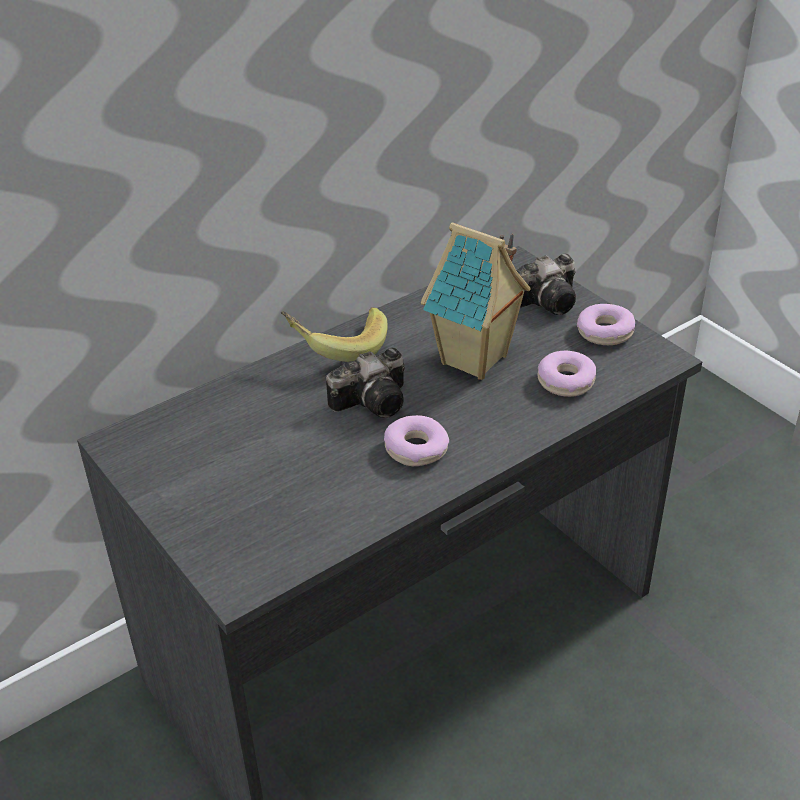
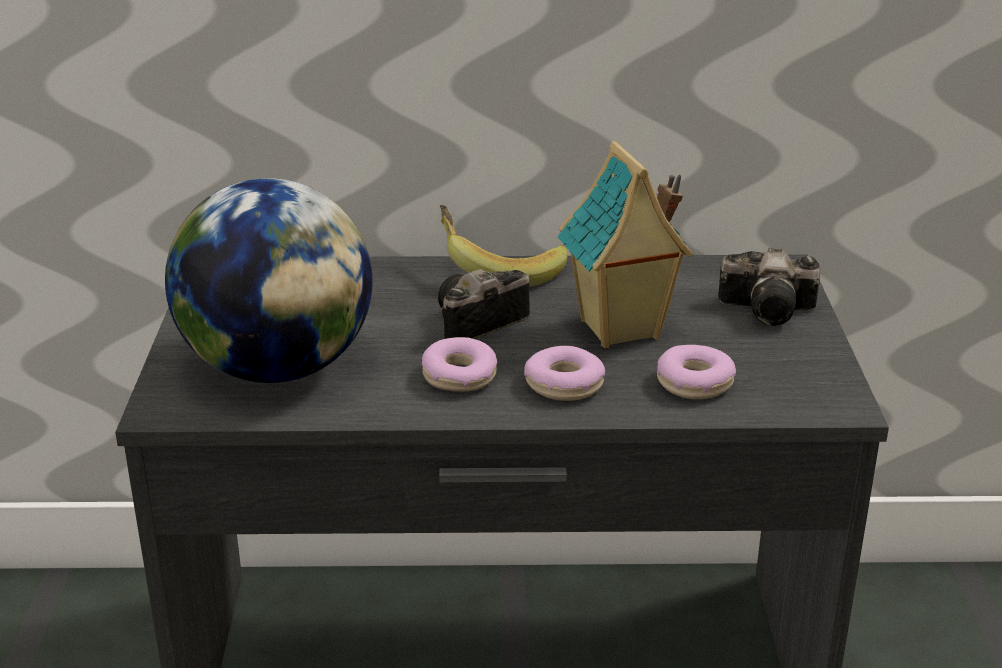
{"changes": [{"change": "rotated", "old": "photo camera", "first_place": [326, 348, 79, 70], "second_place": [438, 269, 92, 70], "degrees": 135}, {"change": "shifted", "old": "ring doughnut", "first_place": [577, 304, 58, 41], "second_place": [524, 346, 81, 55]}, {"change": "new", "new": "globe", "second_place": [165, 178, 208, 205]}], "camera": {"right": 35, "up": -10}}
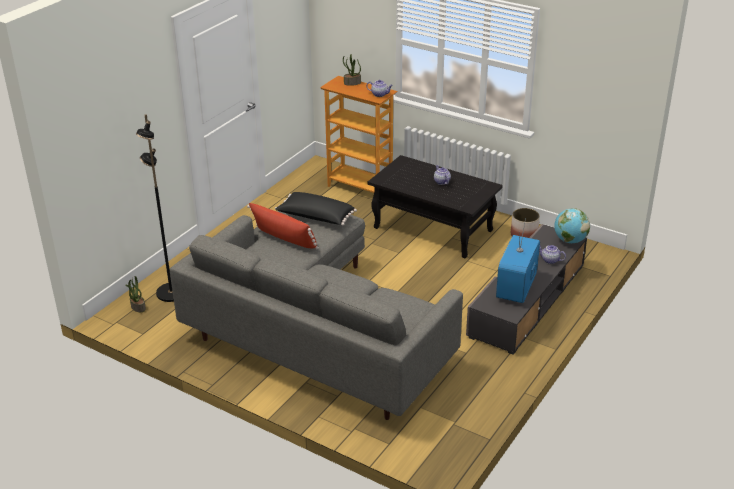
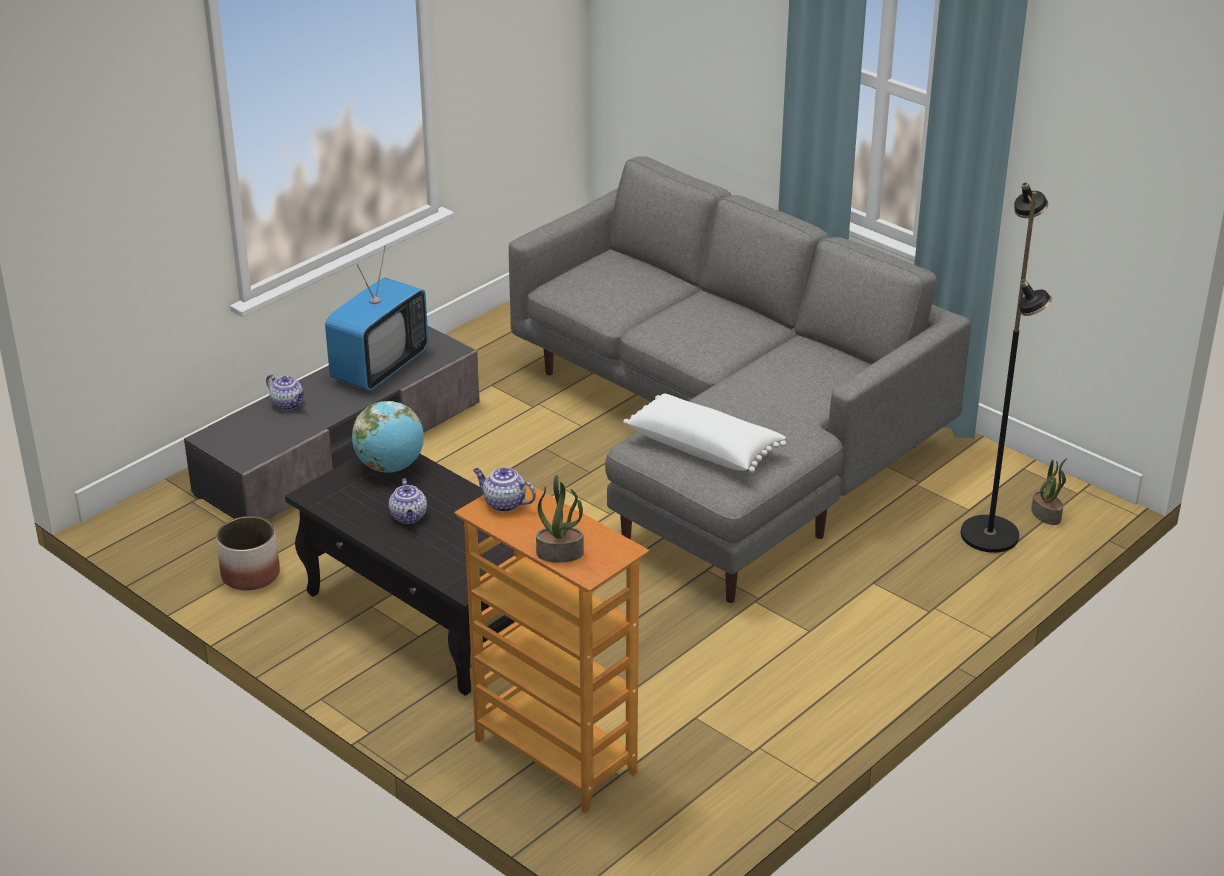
{"changes": [{"change": "gone", "old": "throw pillow (red-coloured)", "first_place": [247, 203, 72, 47]}, {"change": "repainted", "old": "throw pillow (blackish)", "new": "throw pillow (white-coloured)", "first_place": [275, 192, 82, 34], "second_place": [623, 394, 163, 79]}, {"change": "shifted", "old": "globe", "first_place": [554, 208, 36, 35], "second_place": [352, 401, 72, 72]}], "camera": {"right": -170, "up": 0}}
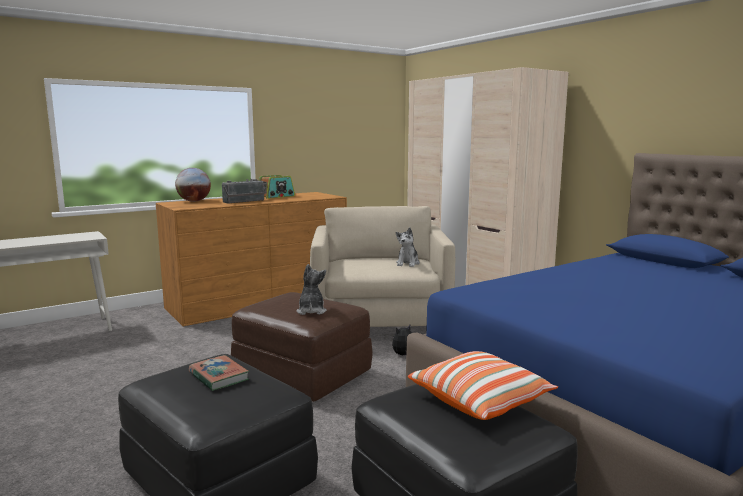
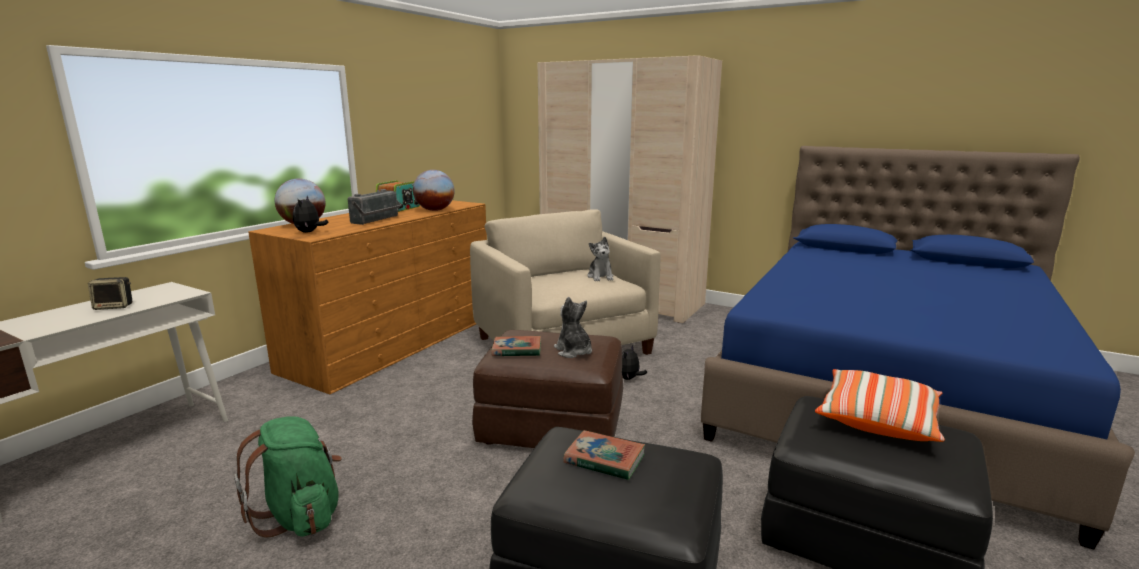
{"changes": [{"change": "new", "new": "loudspeaker", "second_place": [88, 277, 45, 33]}, {"change": "new", "new": "backpack (green-coloured)", "second_place": [234, 416, 108, 121]}, {"change": "new", "new": "plush toy", "second_place": [293, 196, 36, 37]}, {"change": "new", "new": "globe", "second_place": [413, 170, 42, 41]}, {"change": "new", "new": "book", "second_place": [491, 336, 50, 20]}], "camera": {"right": -25, "up": 5}}
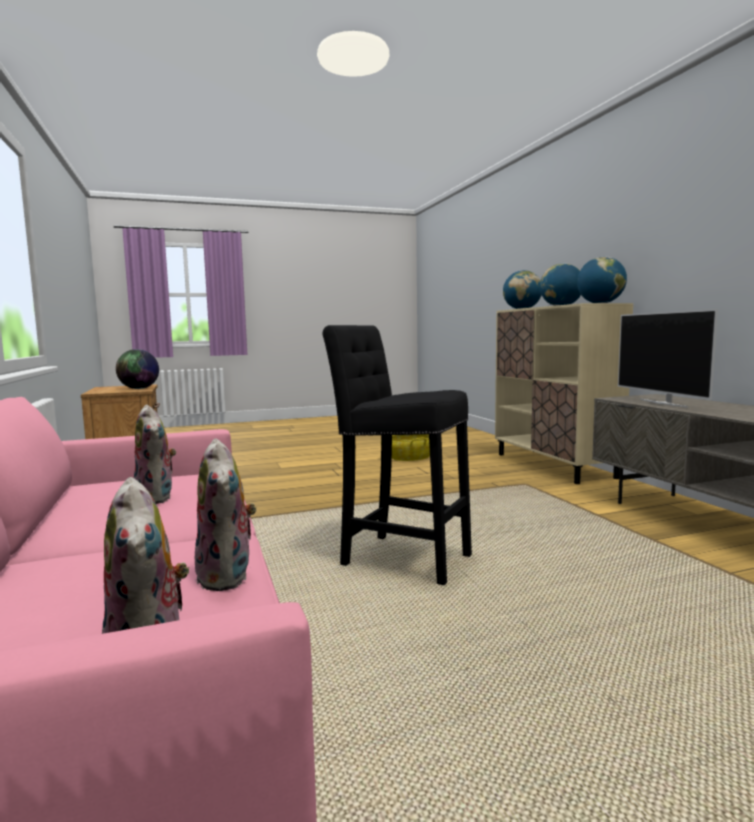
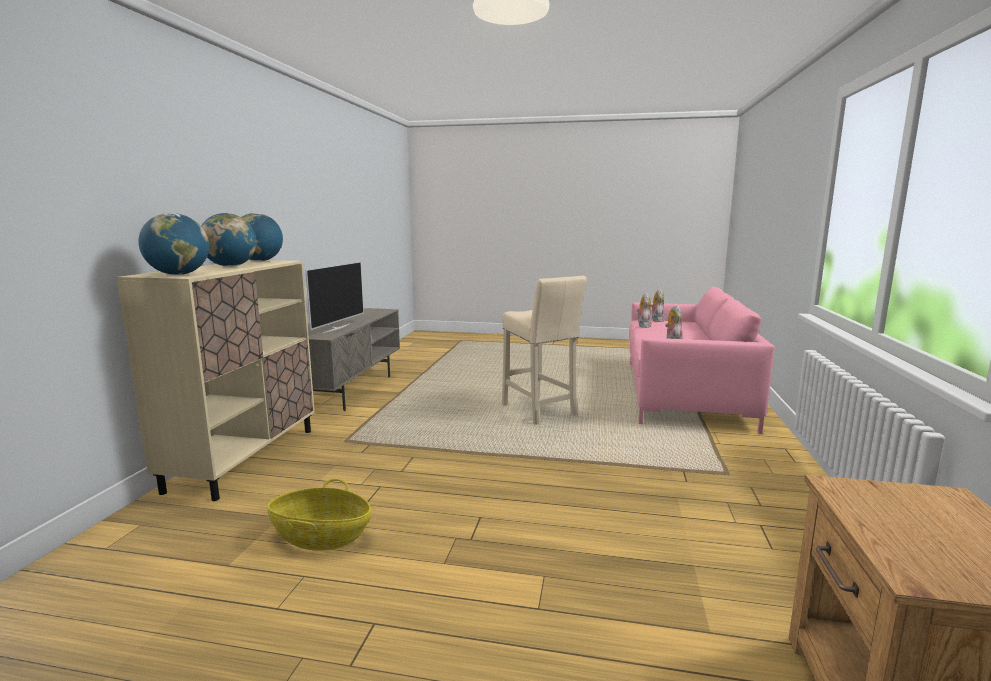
{"changes": [{"change": "gone", "old": "globe", "first_place": [116, 349, 43, 40]}, {"change": "repainted", "old": "stool seat (blackish)", "new": "stool seat (sand-coloured)", "first_place": [322, 325, 150, 260], "second_place": [502, 276, 85, 149]}], "camera": {"right": -150, "up": 5}}
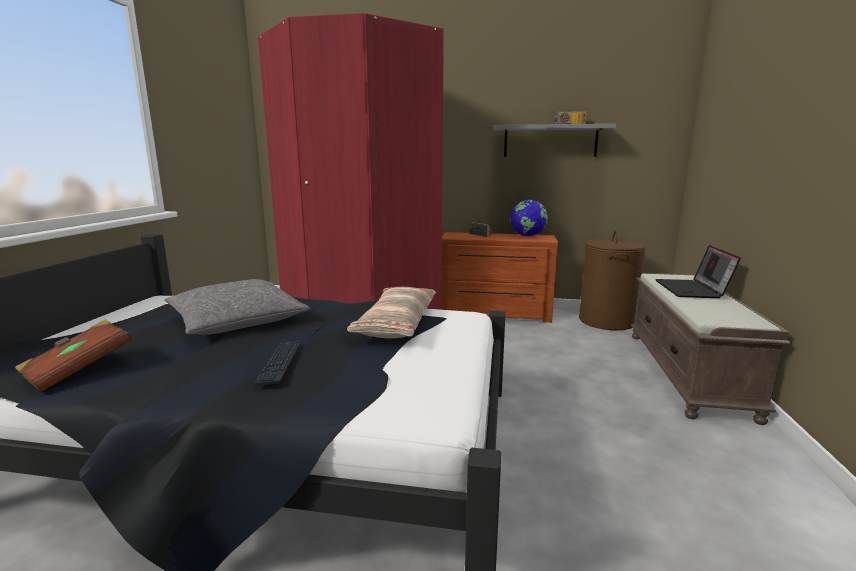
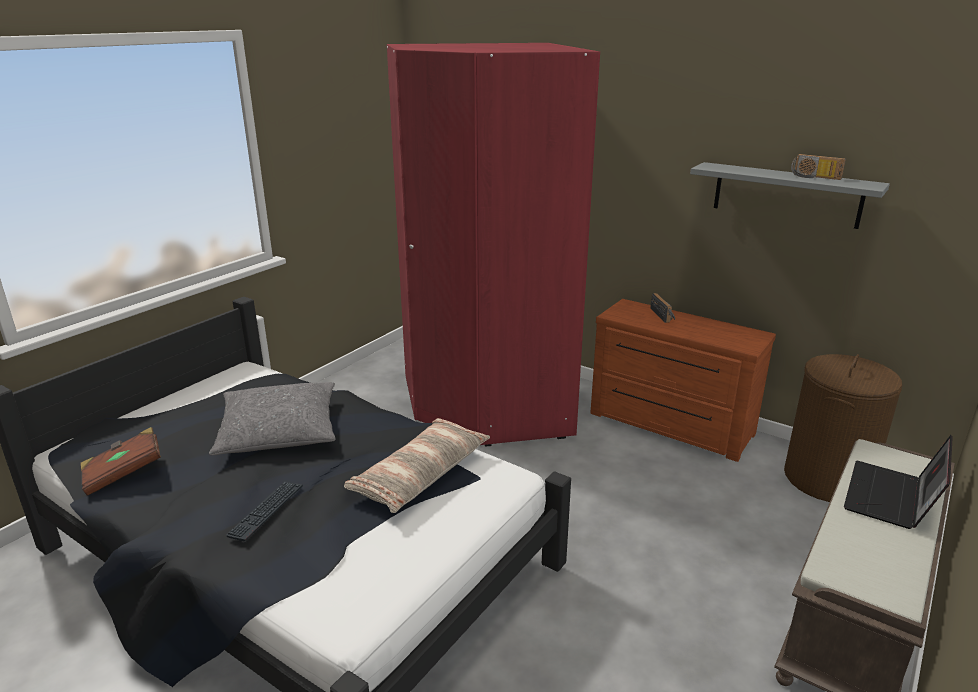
{"changes": [{"change": "gone", "old": "globe", "first_place": [510, 199, 38, 37]}], "camera": {"right": 25, "up": 10}}
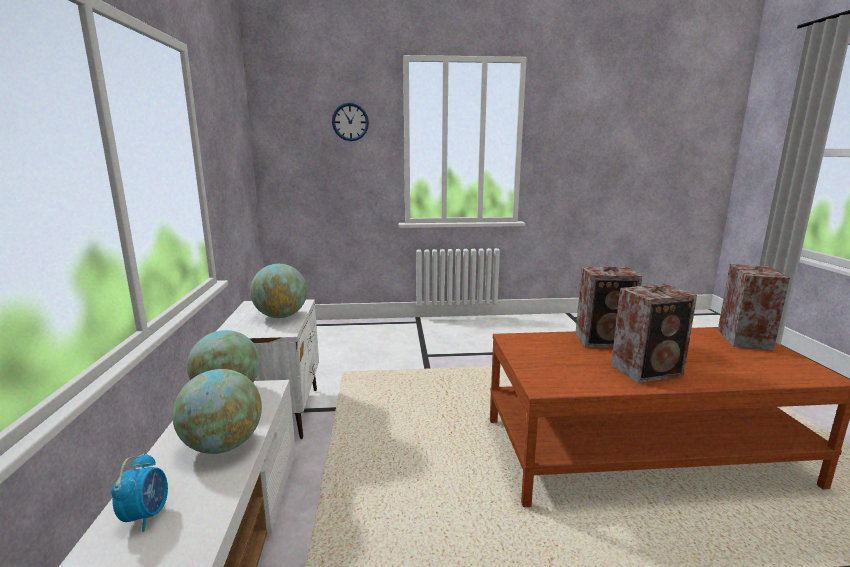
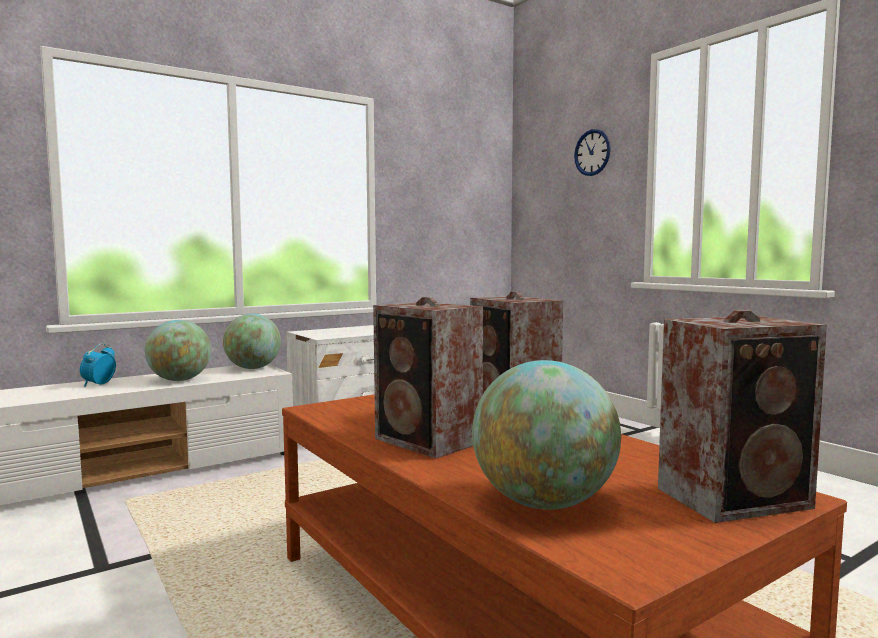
{"changes": [{"change": "rotated", "old": "table clock", "first_place": [111, 452, 57, 80], "second_place": [80, 343, 36, 44], "degrees": 135}, {"change": "shifted", "old": "globe", "first_place": [250, 264, 57, 54], "second_place": [472, 360, 149, 150]}], "camera": {"right": 60, "up": -10}}
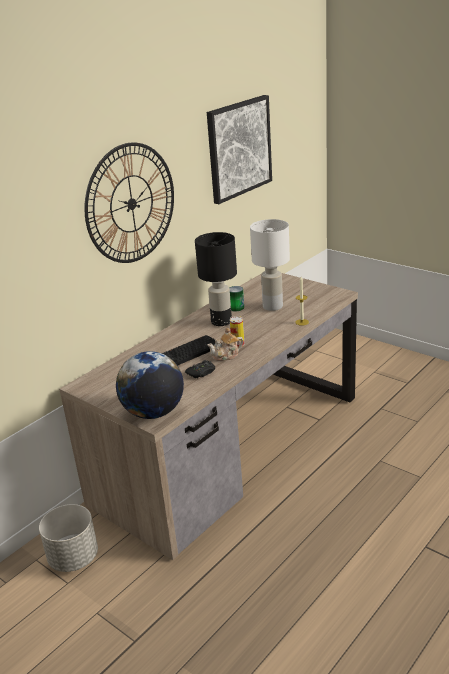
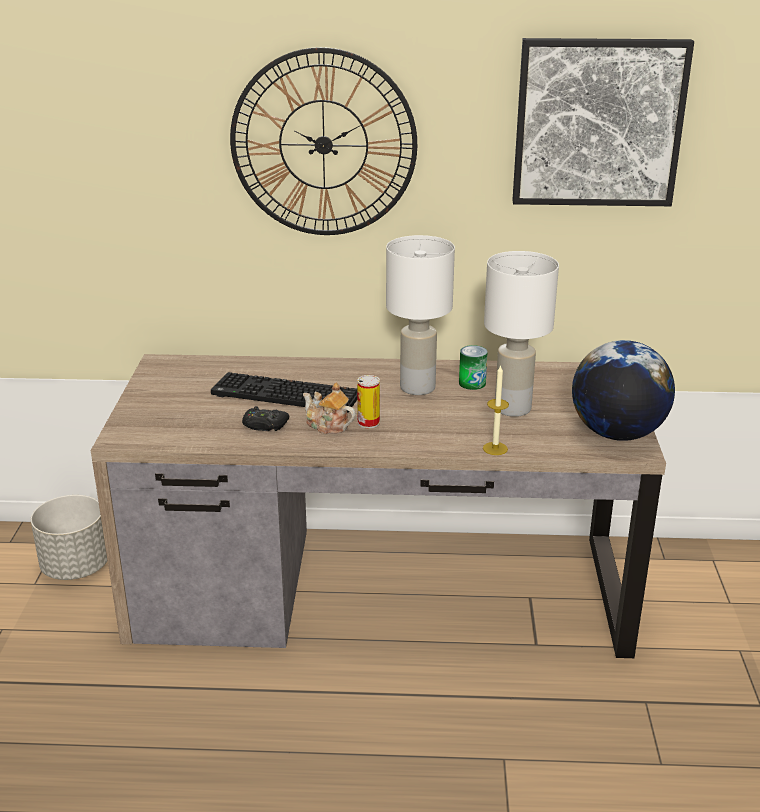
{"changes": [{"change": "shifted", "old": "globe", "first_place": [116, 351, 68, 68], "second_place": [572, 340, 103, 101]}, {"change": "repainted", "old": "table lamp (blackish)", "new": "table lamp (white-coloured)", "first_place": [195, 232, 42, 94], "second_place": [386, 235, 69, 160]}], "camera": {"right": 50, "up": 0}}
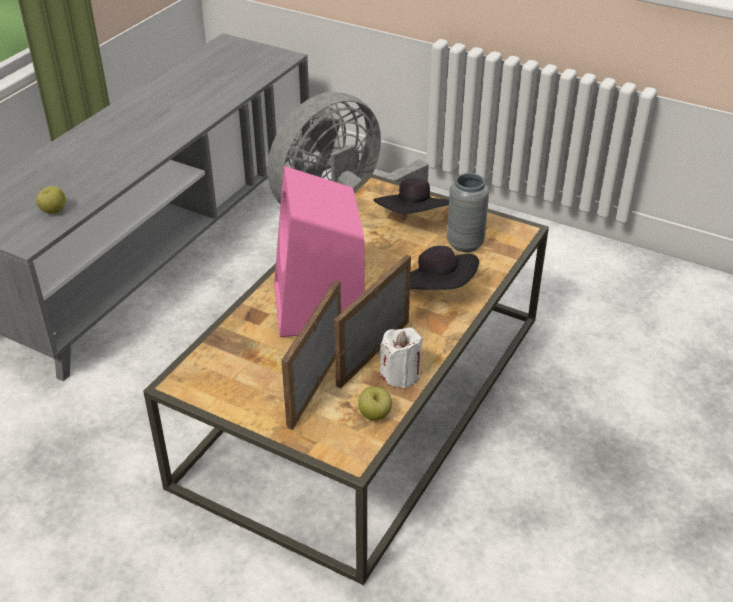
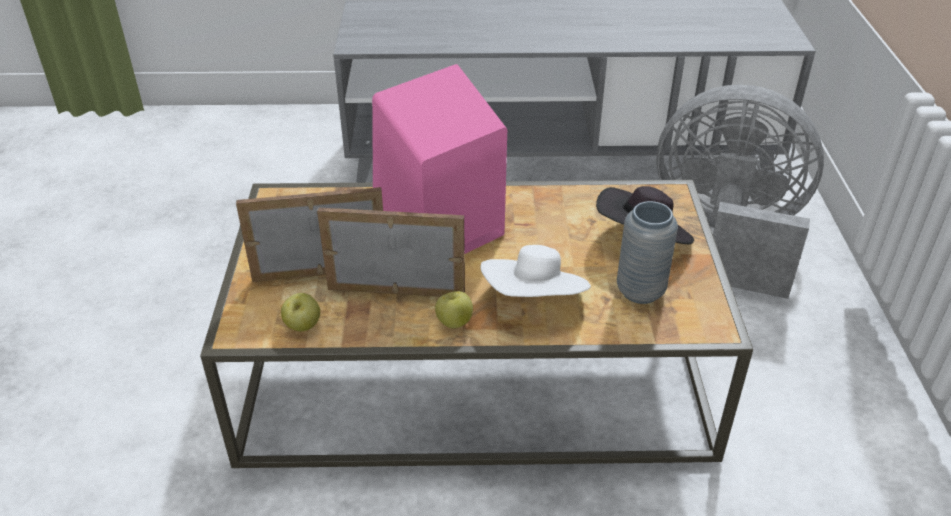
{"changes": [{"change": "shifted", "old": "whole apple", "first_place": [36, 186, 30, 28], "second_place": [435, 291, 38, 38]}, {"change": "gone", "old": "wax light (white-coloured)", "first_place": [380, 327, 42, 61]}, {"change": "repainted", "old": "wearable hat (blackish)", "new": "wearable hat (white-coloured)", "first_place": [410, 246, 69, 44], "second_place": [481, 245, 110, 52]}], "camera": {"right": 60, "up": 0}}
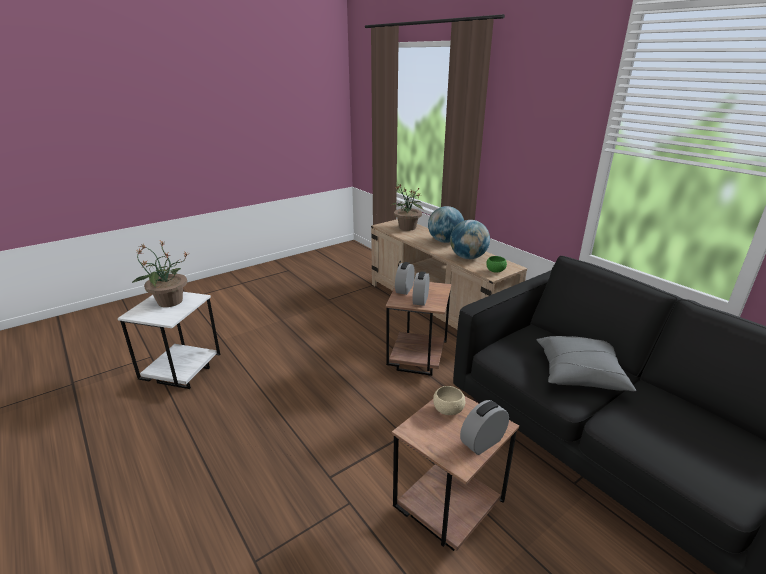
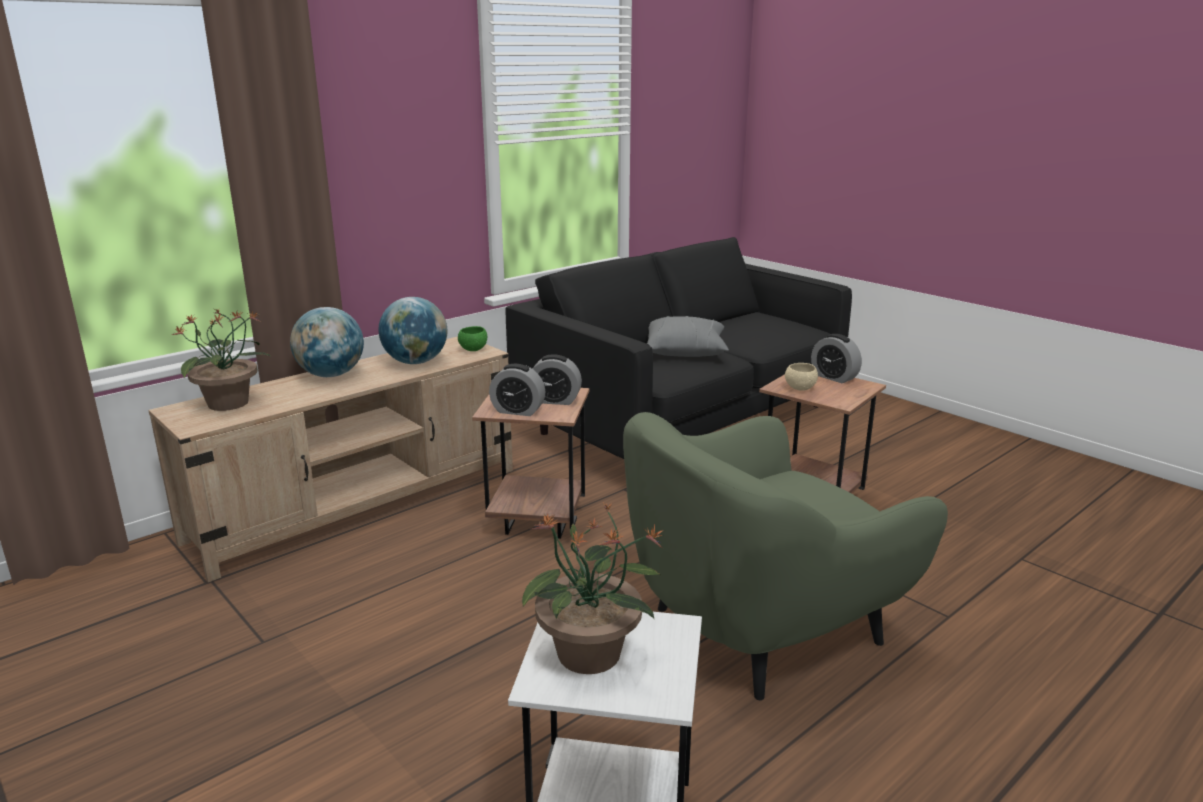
{"changes": [{"change": "new", "new": "lounge chair (green-coloured)", "second_place": [623, 412, 325, 288]}], "camera": {"right": -95, "up": -5}}
